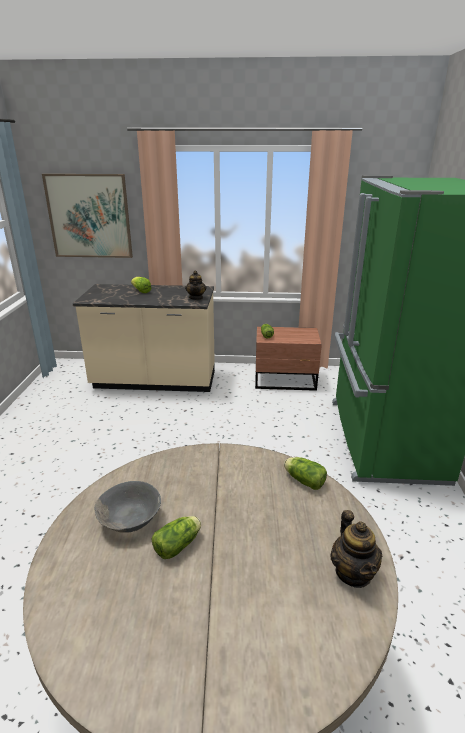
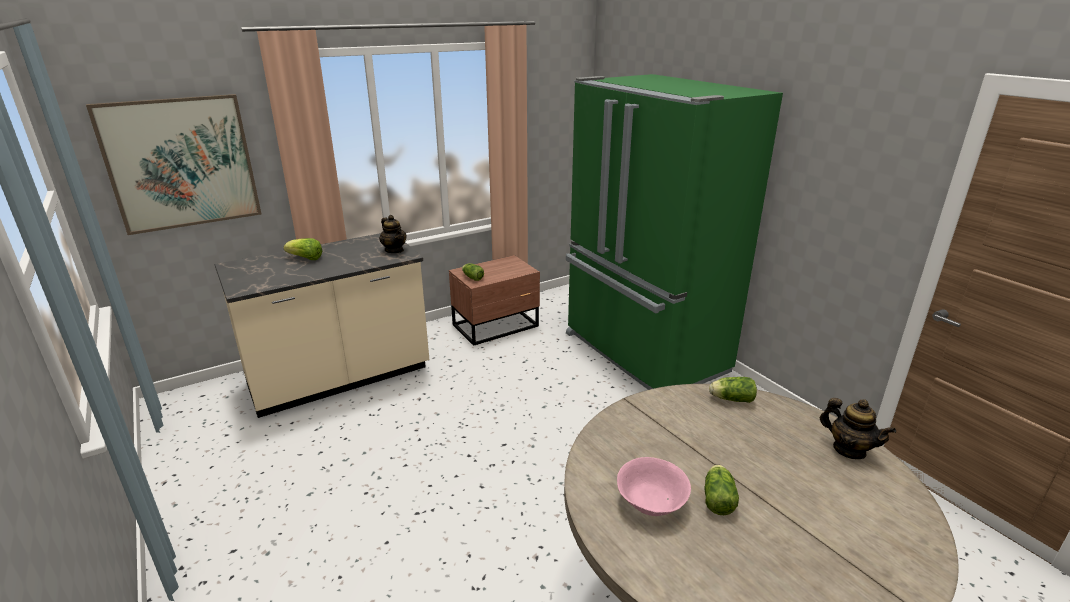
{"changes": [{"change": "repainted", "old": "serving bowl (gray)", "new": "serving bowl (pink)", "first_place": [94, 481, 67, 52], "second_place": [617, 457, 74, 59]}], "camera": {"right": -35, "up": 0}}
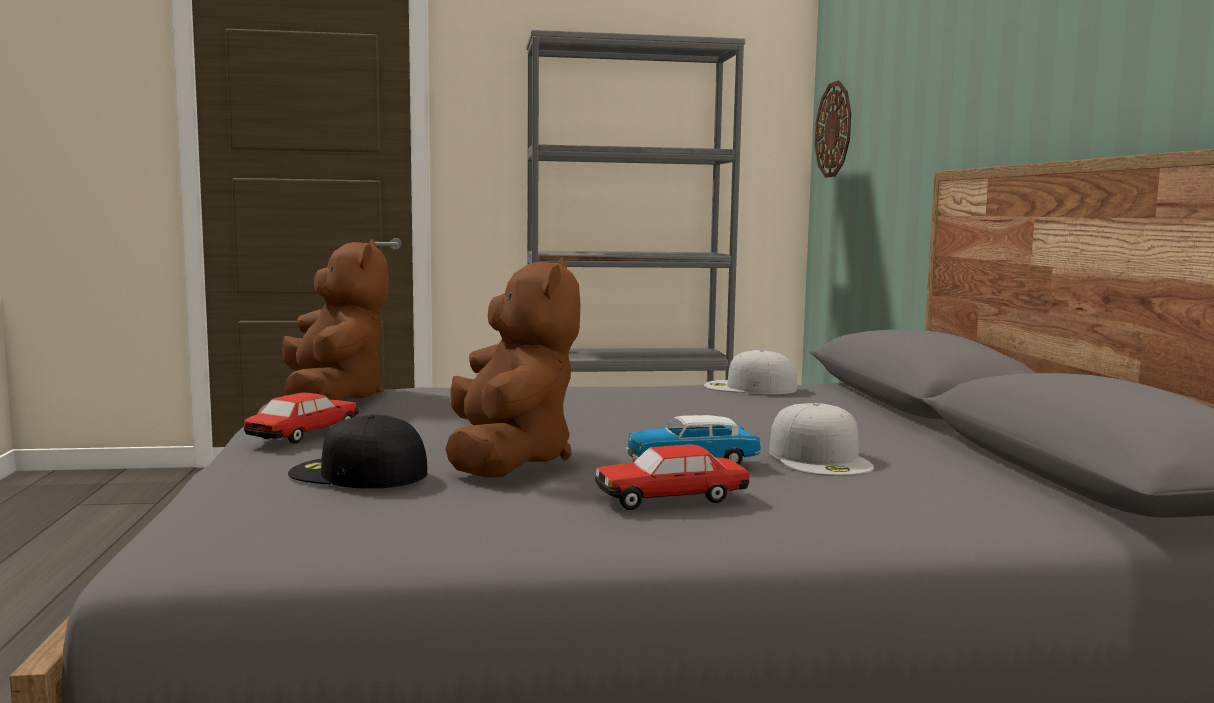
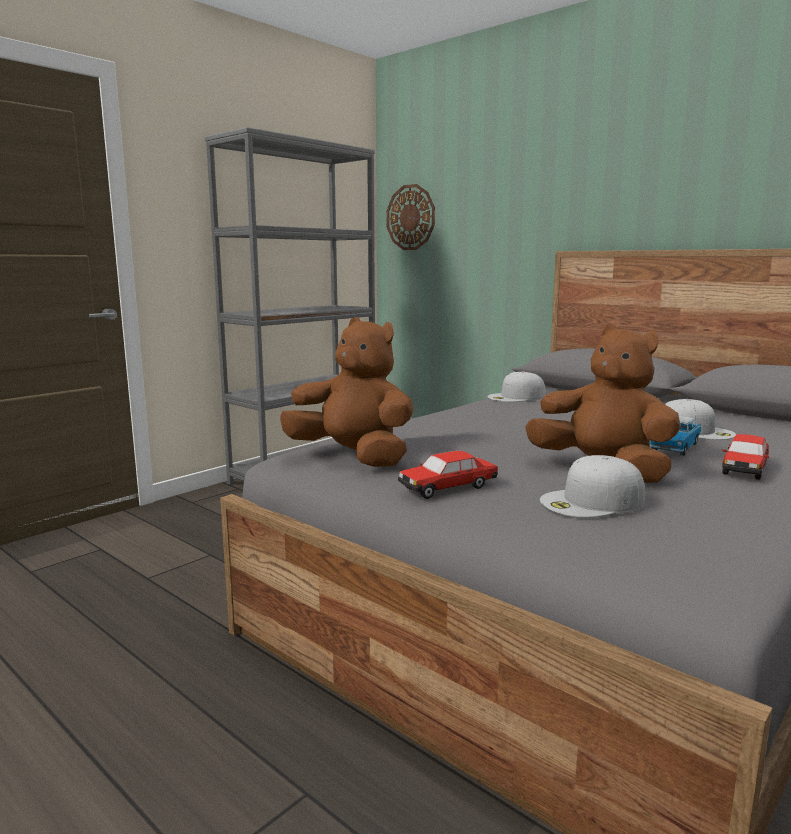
{"changes": [{"change": "rotated", "old": "miniature car", "first_place": [244, 392, 115, 52], "second_place": [398, 451, 100, 48], "degrees": -105}, {"change": "repainted", "old": "peaked cap (blackish)", "new": "peaked cap (white-coloured)", "first_place": [288, 415, 139, 74], "second_place": [540, 455, 105, 63]}], "camera": {"right": -40, "up": 5}}
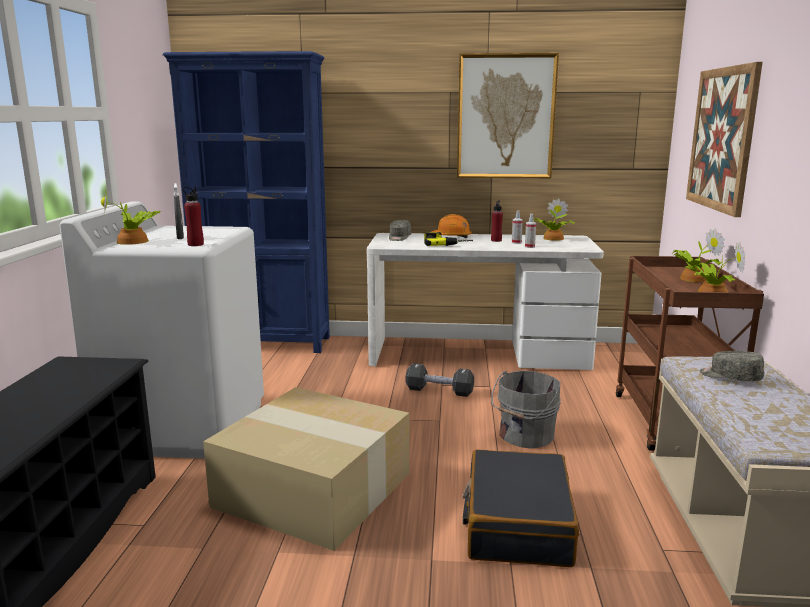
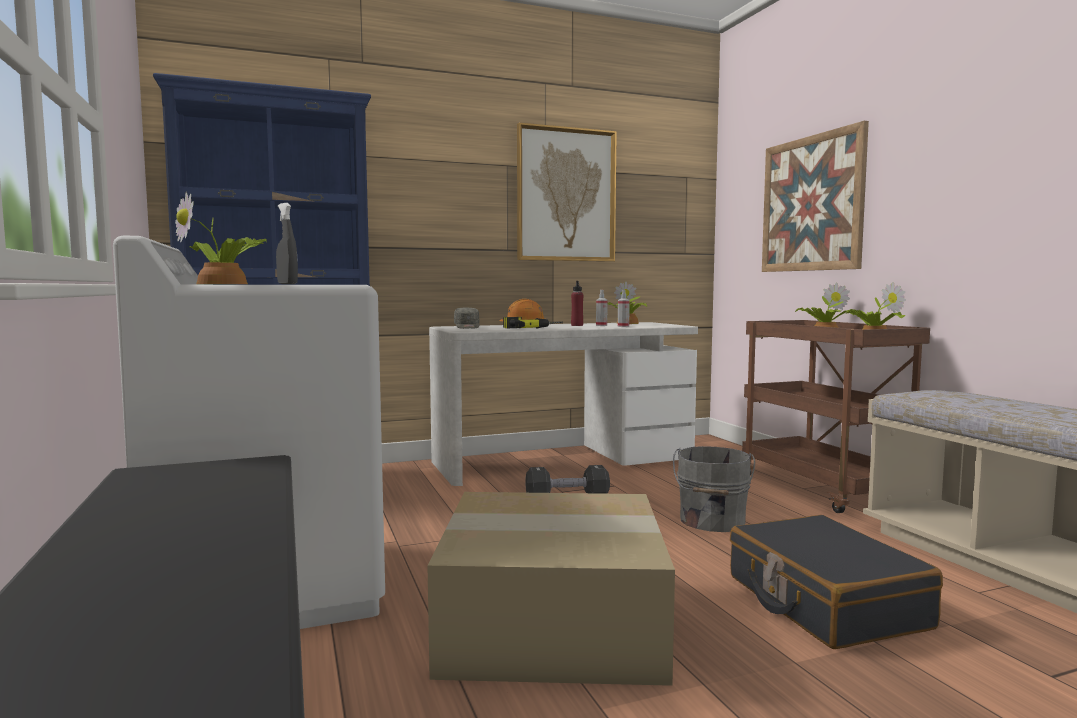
{"changes": [{"change": "gone", "old": "bottle (red-coloured)", "first_place": [182, 187, 22, 59]}, {"change": "gone", "old": "peaked cap (gray)", "first_place": [699, 351, 65, 31]}], "camera": {"right": -25, "up": -10}}
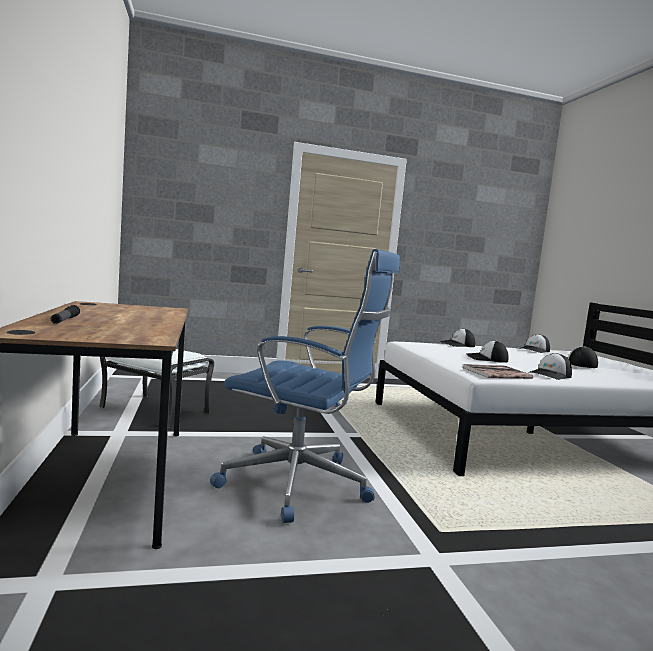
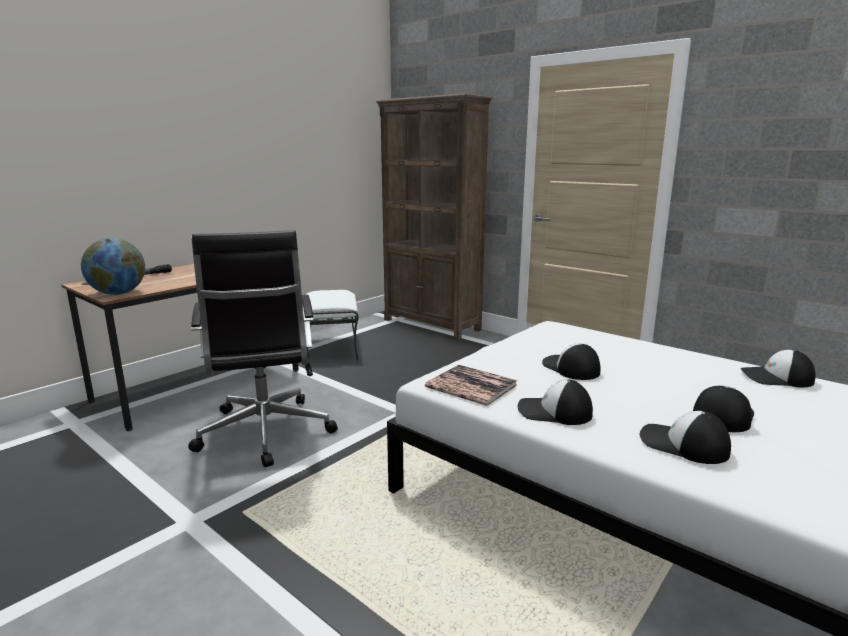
{"changes": [{"change": "repainted", "old": "computer chair (blue-coloured)", "new": "computer chair (blackish)", "first_place": [210, 249, 190, 274], "second_place": [188, 230, 150, 237]}, {"change": "shifted", "old": "peaked cap", "first_place": [440, 329, 35, 18], "second_place": [640, 411, 91, 53]}, {"change": "new", "new": "globe", "second_place": [81, 238, 64, 57]}, {"change": "new", "new": "bookcase (brown)", "second_place": [376, 93, 116, 247]}], "camera": {"right": 55, "up": 10}}
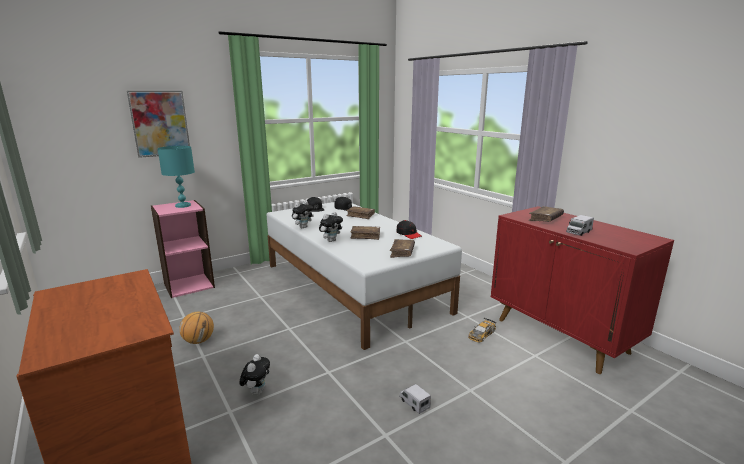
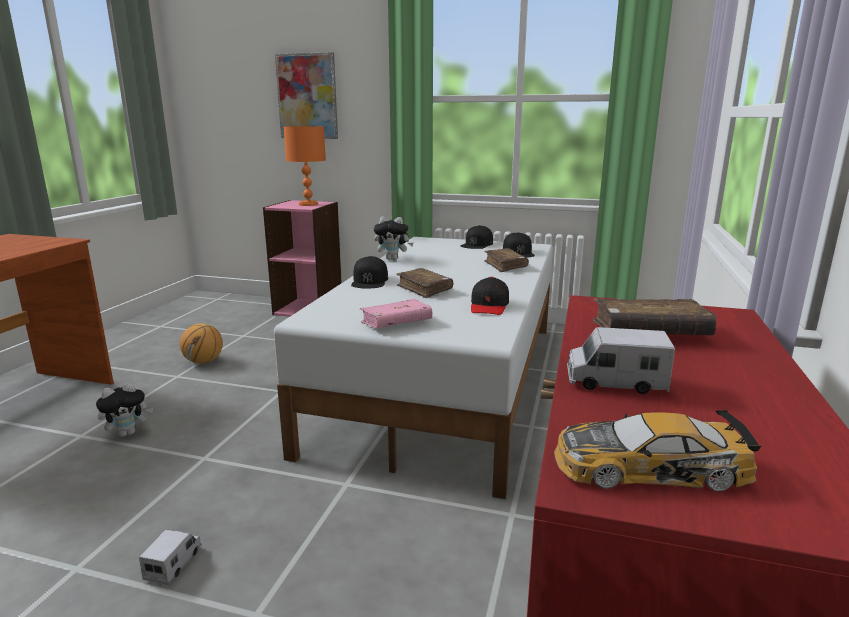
{"changes": [{"change": "repainted", "old": "table lamp (turquoise)", "new": "table lamp (orange-coloured)", "first_place": [158, 146, 37, 62], "second_place": [284, 126, 42, 80]}, {"change": "swapped", "old": "plush toy", "new": "peaked cap (blackish)", "first_place": [319, 212, 24, 30], "second_place": [351, 256, 37, 33]}, {"change": "repainted", "old": "book (brown)", "new": "book (pink)", "first_place": [390, 239, 25, 19], "second_place": [360, 299, 72, 30]}, {"change": "shifted", "old": "miniature car", "first_place": [468, 318, 28, 24], "second_place": [554, 410, 208, 81]}], "camera": {"right": 50, "up": 0}}
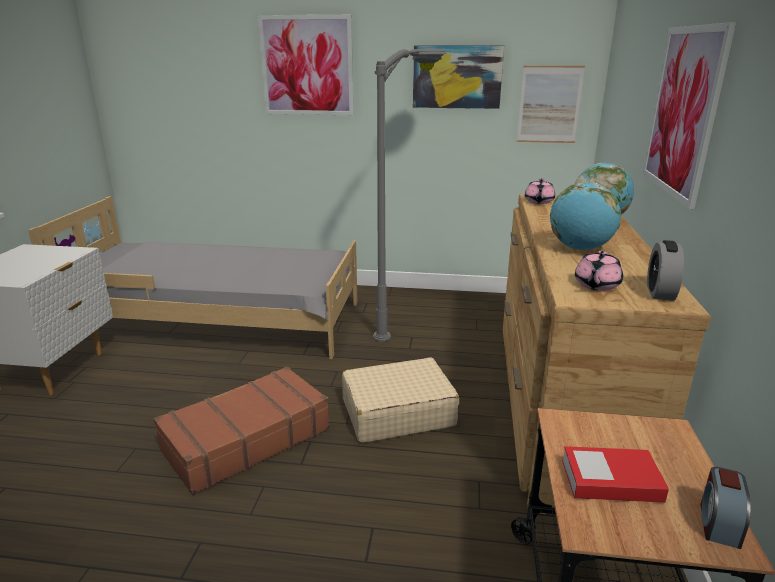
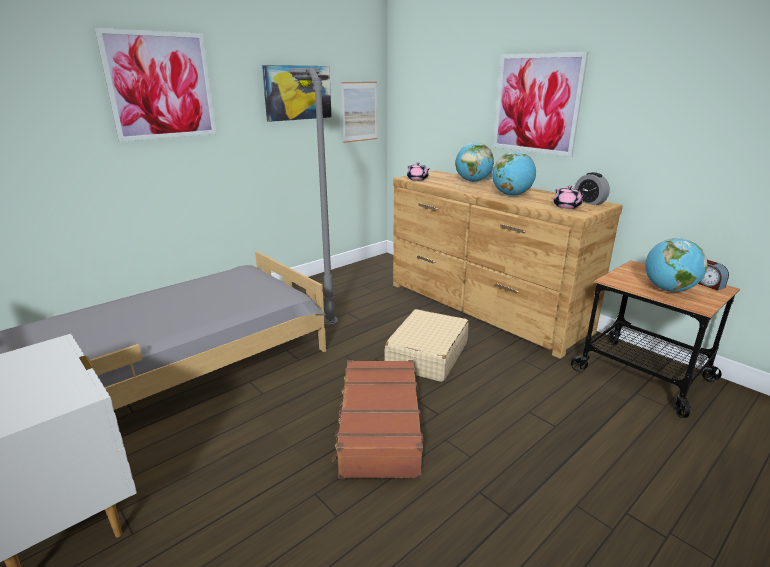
{"changes": [{"change": "swapped", "old": "book", "new": "globe", "first_place": [562, 446, 107, 57], "second_place": [645, 238, 62, 54]}], "camera": {"right": -50, "up": 0}}
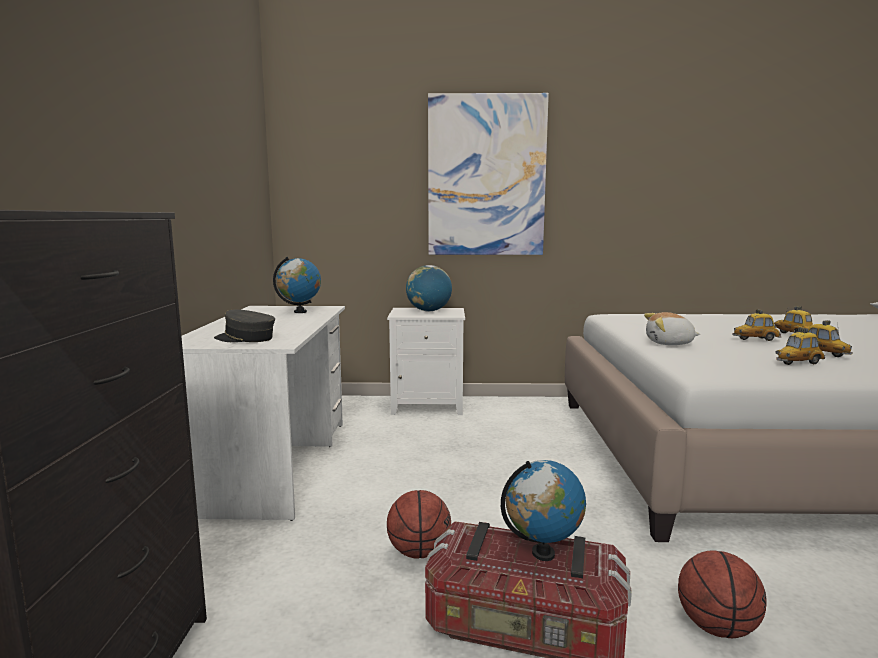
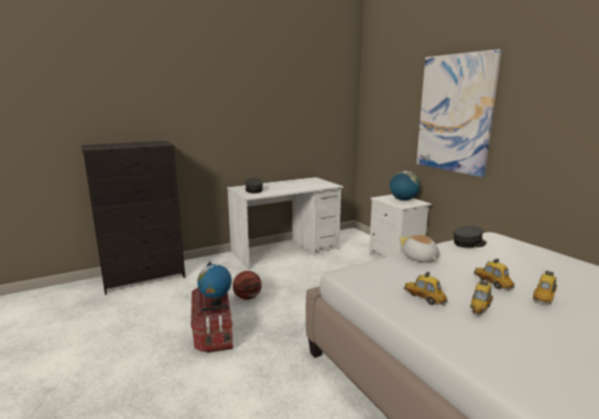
{"changes": [{"change": "gone", "old": "globe", "first_place": [273, 257, 48, 56]}, {"change": "gone", "old": "basketball ball", "first_place": [678, 551, 89, 87]}, {"change": "new", "new": "peaked cap (gray)", "second_place": [453, 225, 34, 23]}], "camera": {"right": 60, "up": 5}}
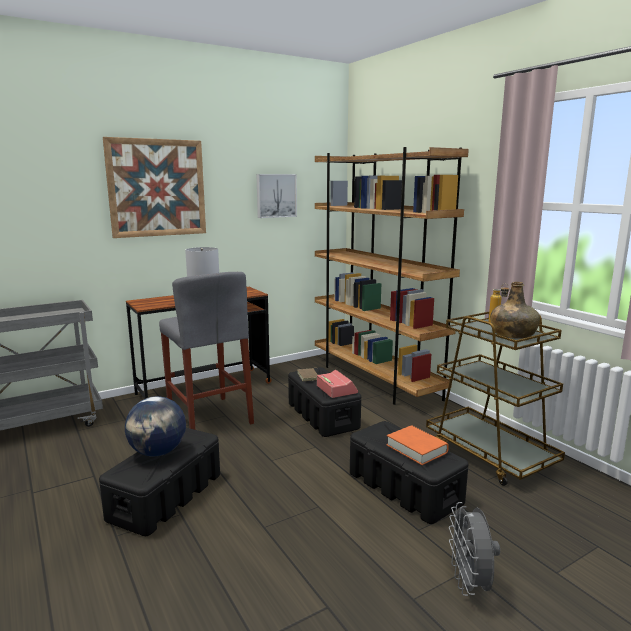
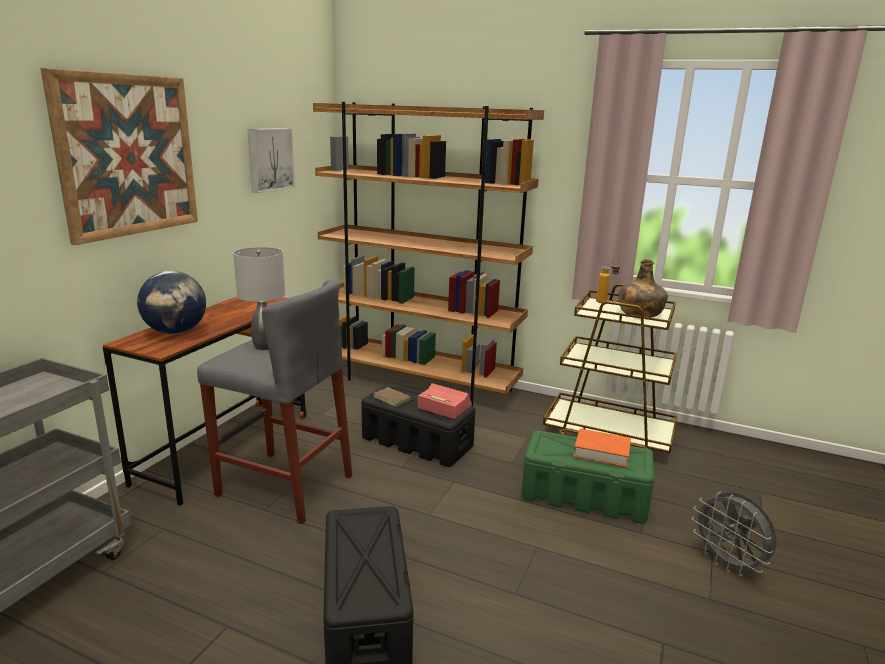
{"changes": [{"change": "shifted", "old": "globe", "first_place": [125, 396, 61, 60], "second_place": [137, 271, 69, 63]}, {"change": "repainted", "old": "storage bin (blackish)", "new": "storage bin (green-coloured)", "first_place": [350, 421, 118, 103], "second_place": [521, 430, 133, 93]}], "camera": {"right": -35, "up": 5}}
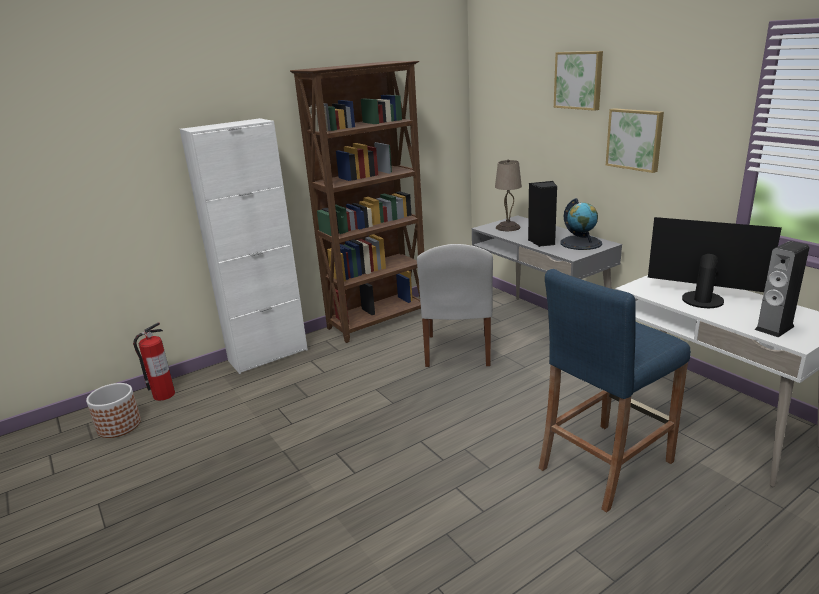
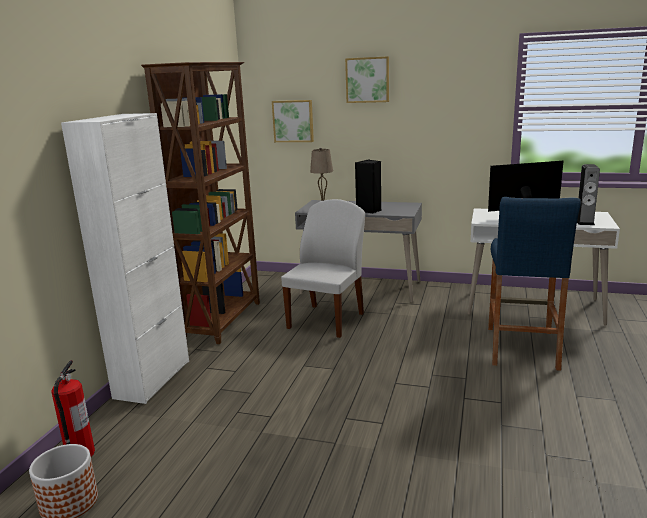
{"changes": [{"change": "rotated", "old": "upright chair (white-coloured)", "first_place": [417, 244, 76, 123], "second_place": [281, 199, 84, 139], "degrees": -120}, {"change": "gone", "old": "globe", "first_place": [560, 198, 42, 52]}, {"change": "shifted", "old": "wall art", "first_place": [606, 108, 58, 65], "second_place": [272, 100, 42, 42]}], "camera": {"right": -40, "up": -5}}
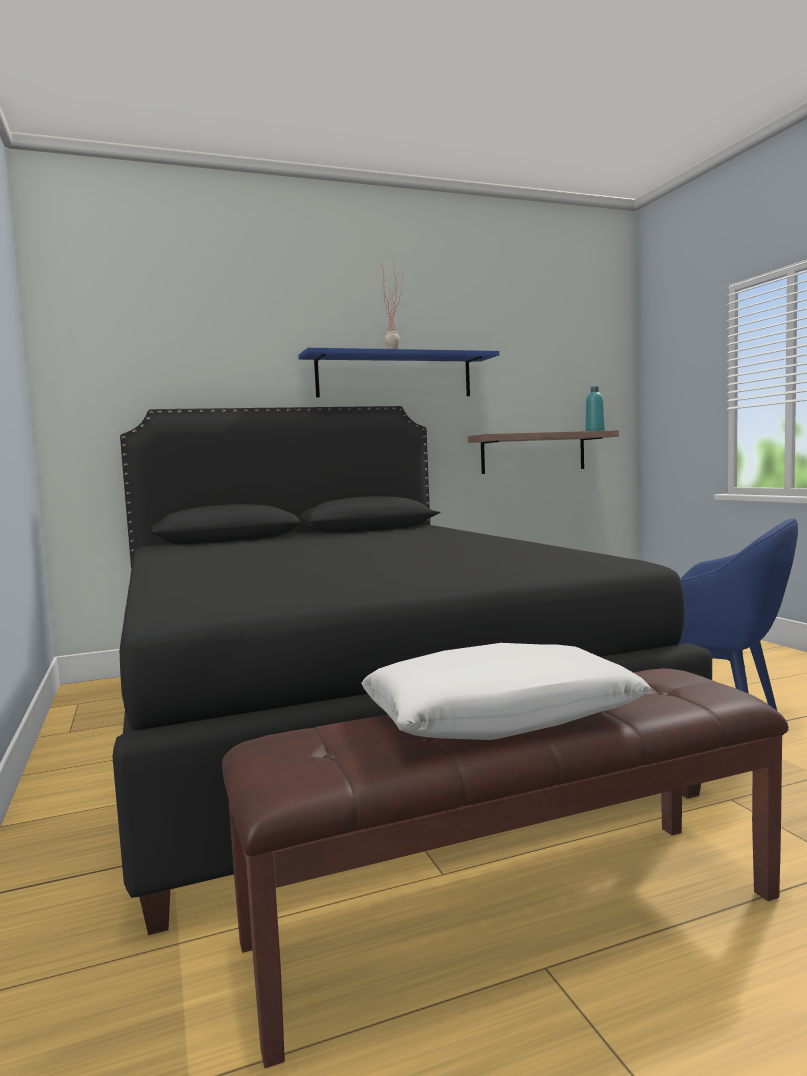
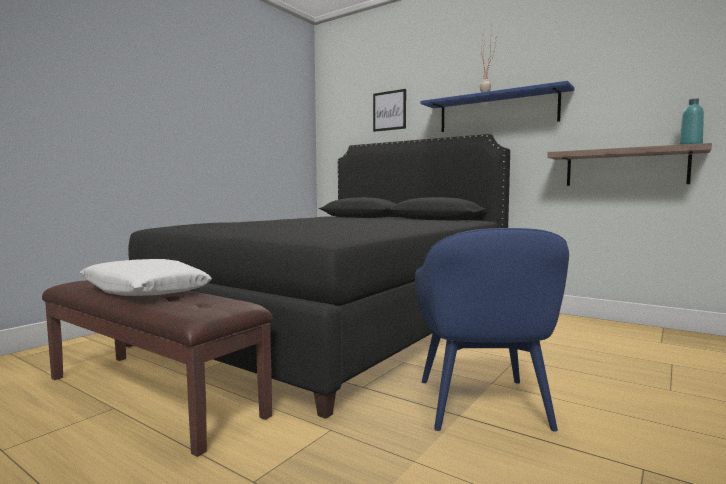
{"changes": [{"change": "new", "new": "wall art", "second_place": [373, 89, 33, 43]}], "camera": {"right": 55, "up": 0}}
